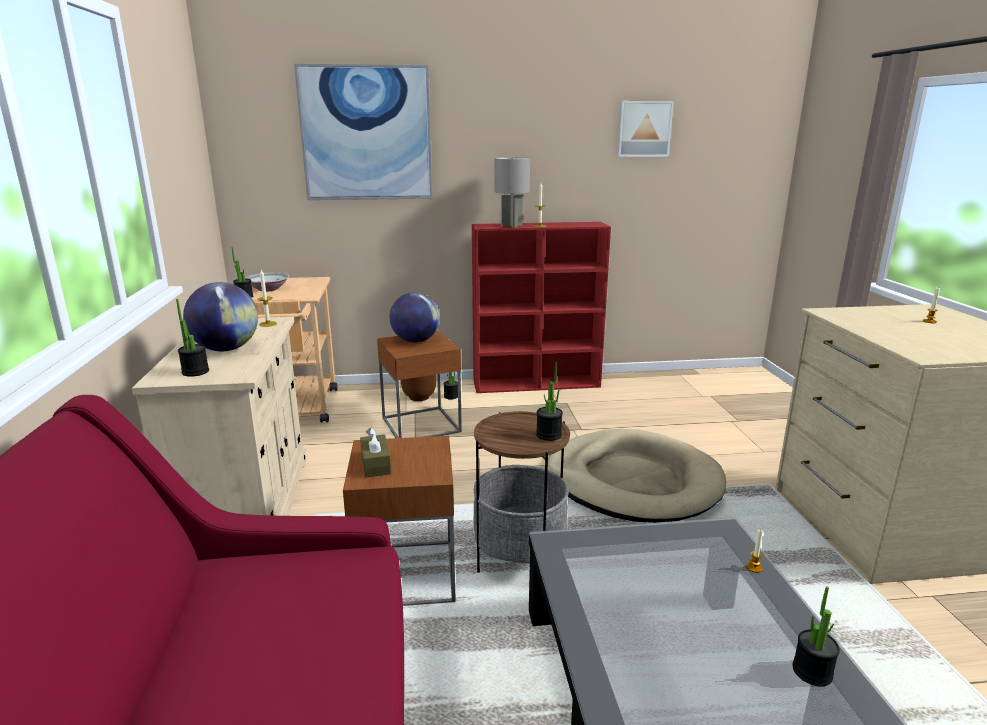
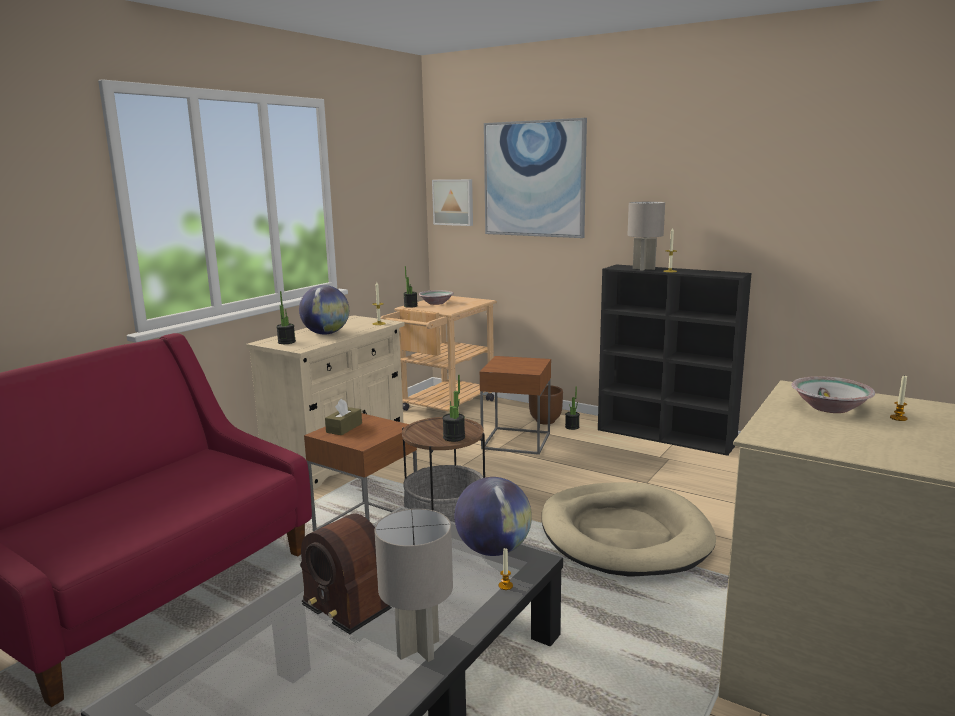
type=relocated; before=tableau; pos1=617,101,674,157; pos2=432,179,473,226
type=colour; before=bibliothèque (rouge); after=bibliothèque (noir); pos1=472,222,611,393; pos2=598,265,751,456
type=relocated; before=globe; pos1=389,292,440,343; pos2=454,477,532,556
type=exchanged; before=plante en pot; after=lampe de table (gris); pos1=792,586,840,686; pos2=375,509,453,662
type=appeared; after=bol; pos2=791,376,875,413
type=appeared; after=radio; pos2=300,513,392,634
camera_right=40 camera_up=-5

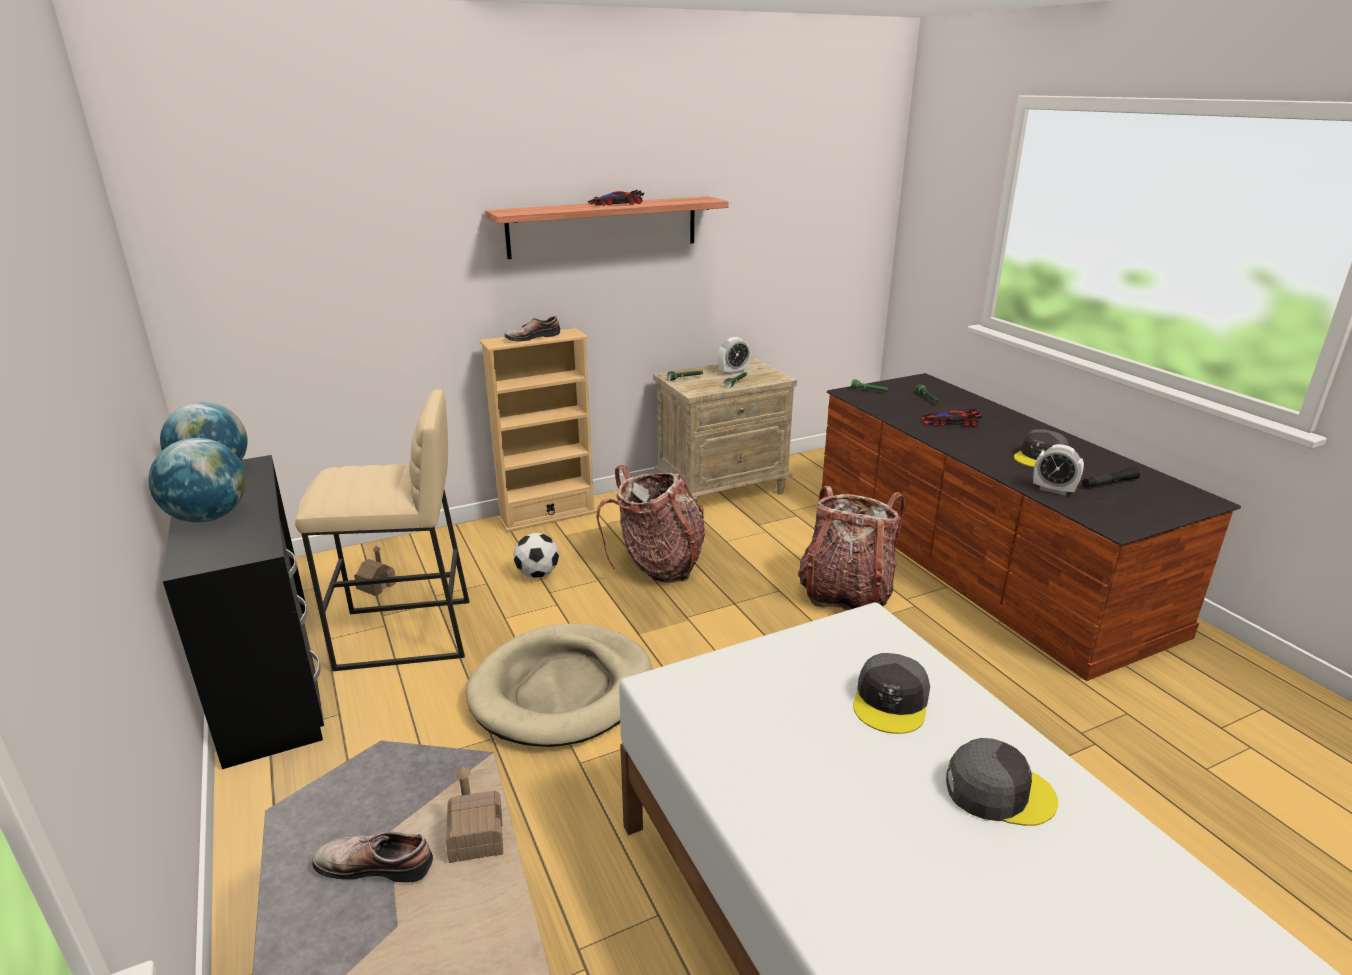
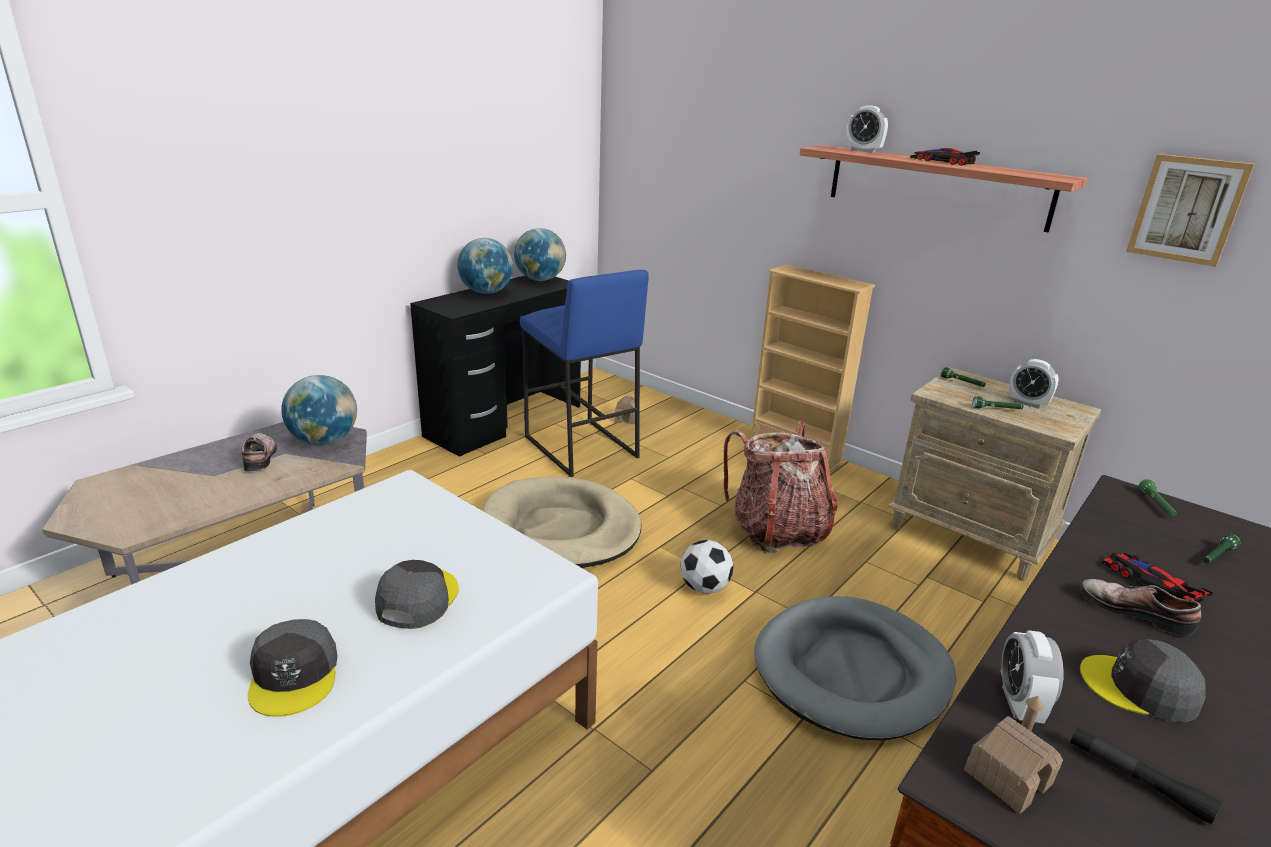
type=relocated; before=chaussure; pos1=505,316,560,342; pos2=1080,579,1201,636
type=colour; before=tabouret (beige); after=tabouret (bleu); pos1=295,390,470,671; pos2=520,270,649,477
type=exchanged; before=sac à dos; after=panier pour chien (gris); pos1=798,486,905,610; pos2=754,596,956,740
type=relocated; before=ballon de foot; pos1=514,533,559,578; pos2=680,540,734,594
type=spun; before=casquette (gris); pos1=853,653,930,734; pos2=375,560,459,629; turn=105
type=relocated; before=maison miniature; pos1=446,767,503,863; pos2=964,696,1063,814
type=appeared; after=réveil; pos2=846,106,888,153
type=appeared; after=tableau; pos2=1126,154,1254,267
type=appeared; after=globe; pos2=281,375,357,445
camera_right=65 camera_up=0

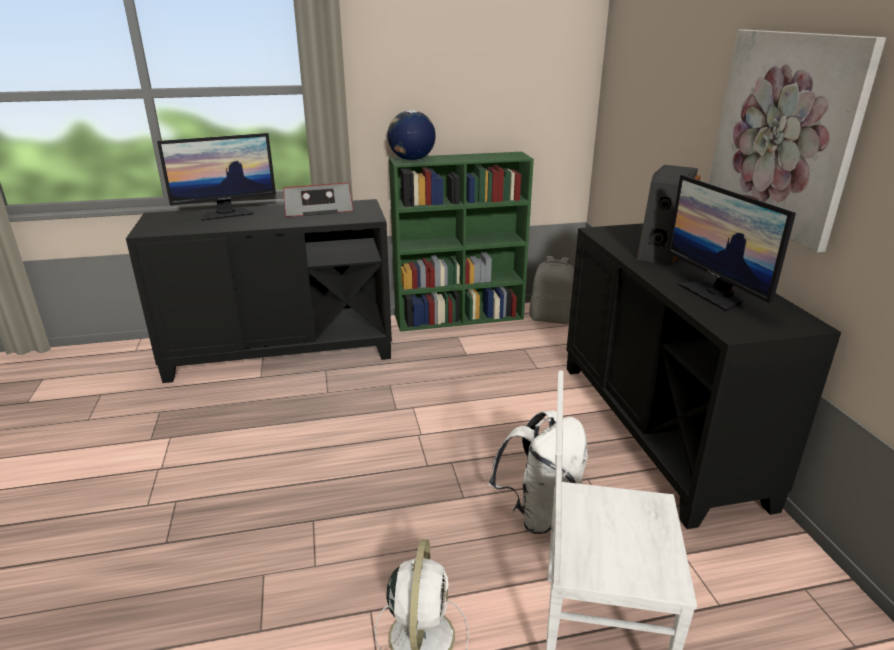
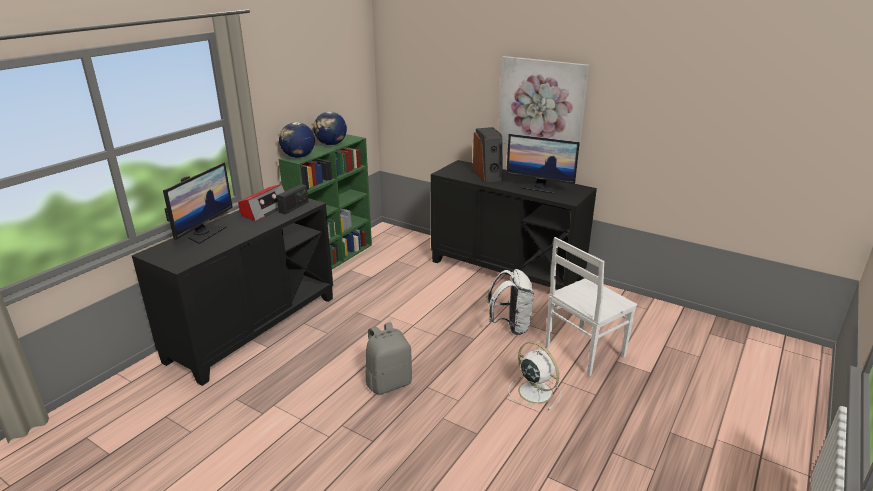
type=relocated; before=sac à dos (gris); pos1=529,256,574,324; pos2=366,322,412,395
type=appeared; after=globe; pos2=313,112,347,145
type=appeared; after=radio; pos2=277,184,309,214
camera_right=-45 camera_up=0

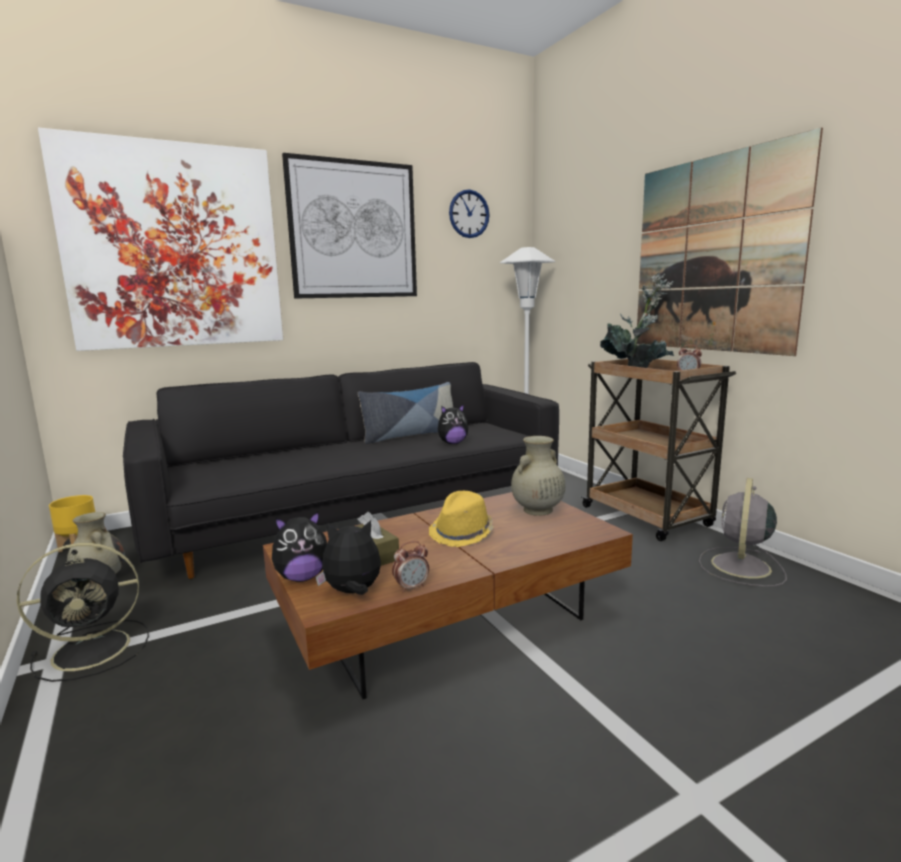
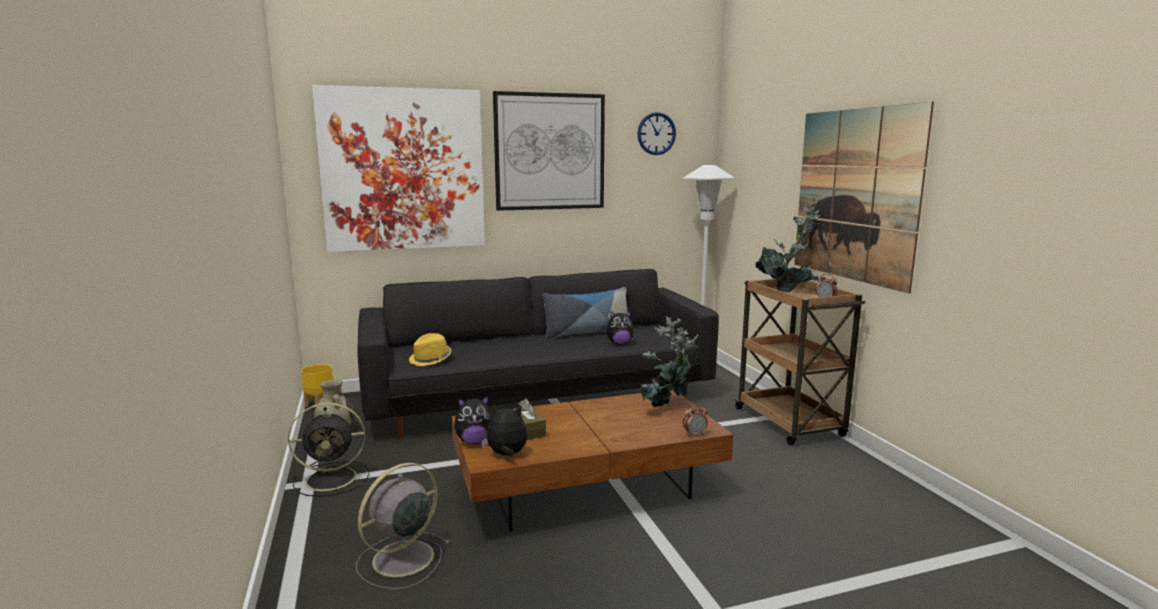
type=exchanged; before=vase (beige); after=plante en pot; pos1=511,436,566,516; pos2=641,316,698,407
type=relocated; before=ventilateur (gris); pos1=699,478,787,586; pos2=356,463,451,590
type=relocated; before=chapeau (jaune); pos1=429,491,494,547; pos2=409,333,451,366
type=relocated; before=réveil; pos1=392,541,429,593; pos2=683,404,708,437
camera_right=10 camera_up=0

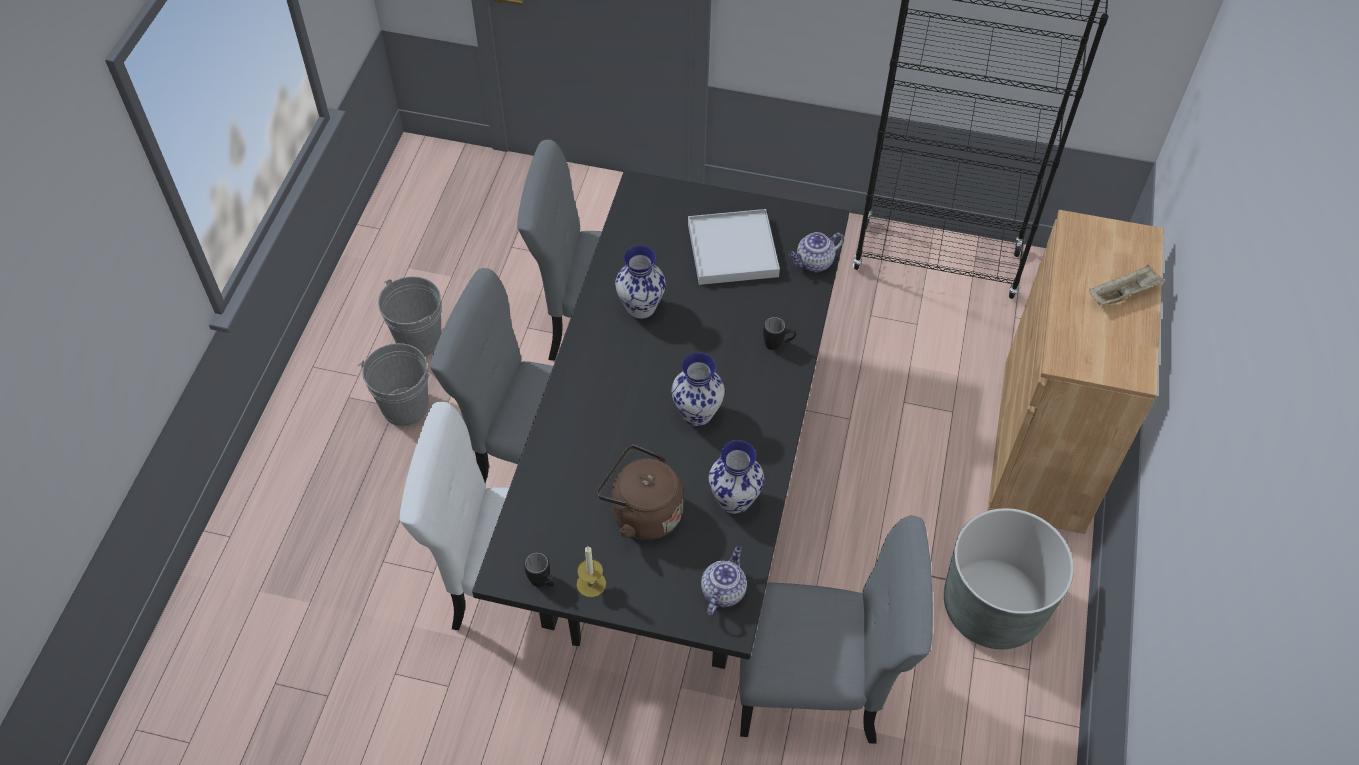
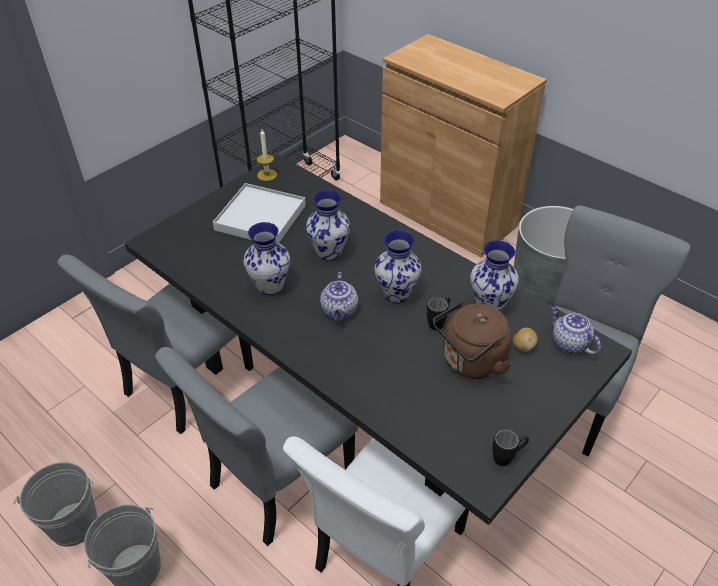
type=relocated; before=théière; pos1=789,232,844,272; pos2=320,272,358,322
type=missing; before=plateau (beige); pos1=1089,264,1166,305
type=relocated; before=mug (noir); pos1=763,317,796,350; pos2=427,297,450,330
type=relocated; before=bougie; pos1=577,546,606,598; pos2=257,130,277,181
type=appeared; after=vase; pos2=306,190,350,261
type=appeared; after=pomme de terre; pos2=513,328,538,352
camera_right=-60 camera_up=-10

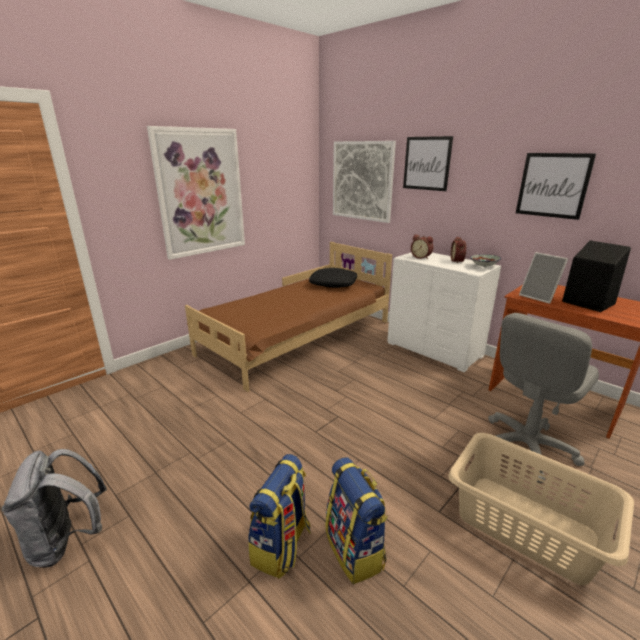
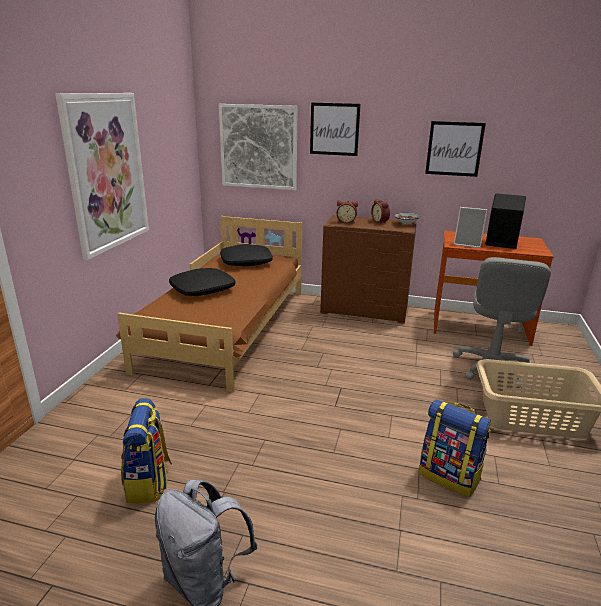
type=colour; before=commode (blanc); after=commode (marron); pos1=387,252,501,372; pos2=320,215,417,324
type=relocated; before=sac à dos; pos1=248,454,311,579; pos2=121,398,172,503
type=appeared; after=coussin (noir); pos2=169,268,236,296
camera_right=-30 camera_up=0

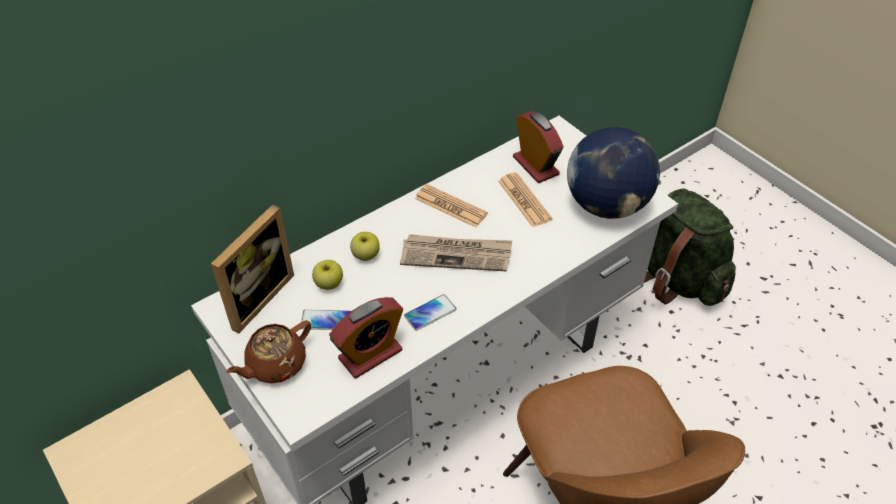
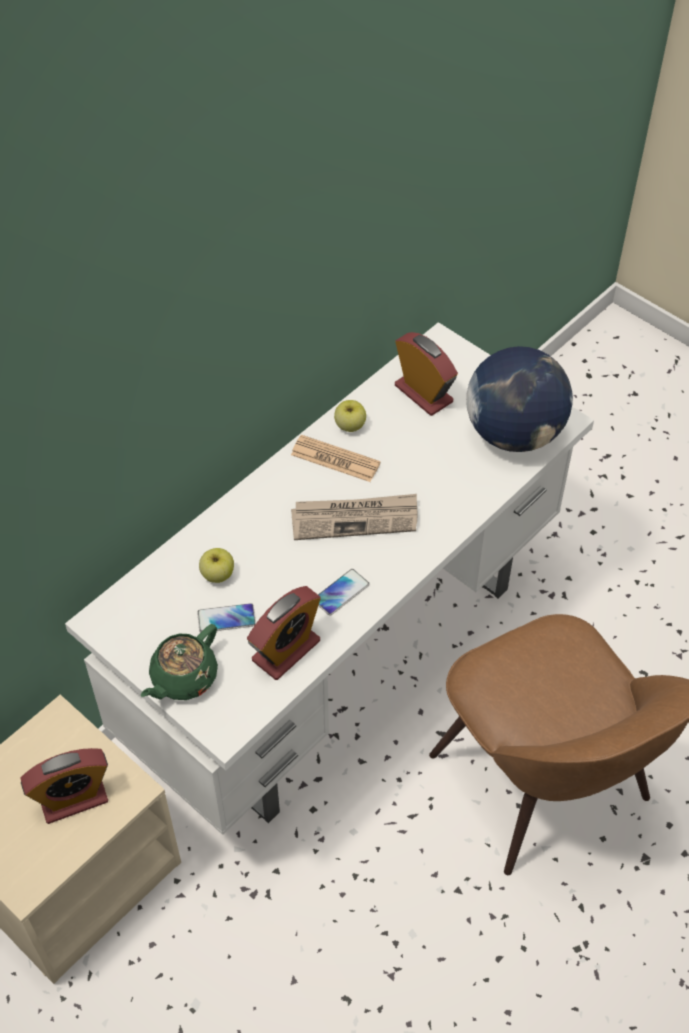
type=missing; before=journal; pos1=498,172,552,227
type=missing; before=sac à dos (vert); pos1=644,188,736,306
type=missing; before=cadre photo; pos1=211,204,294,334
type=relocated; before=pomme; pos1=350,232,380,261; pos2=334,400,366,432
type=colour; before=théière (marron); after=théière (vert); pos1=226,320,311,383; pos2=141,624,218,700
type=appeared; after=réveil; pos2=20,748,108,824
camera_right=-10 camera_up=5

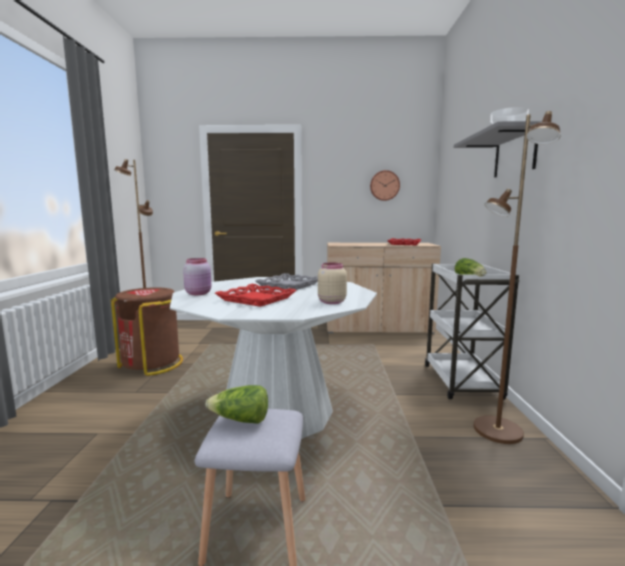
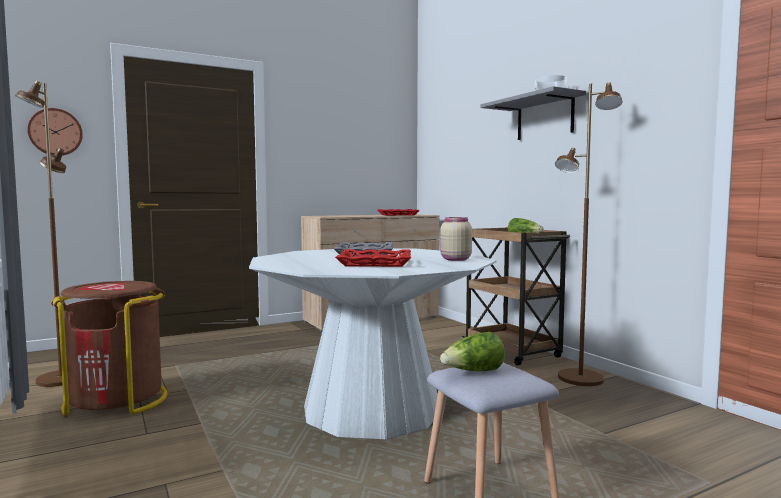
type=relocated; before=horloge murale; pos1=370,170,400,201; pos2=27,108,83,156
type=missing; before=bocal (rose); pos1=183,258,211,295
type=colour; before=chariot (blanc); after=chariot (marron); pos1=425,263,519,400; pos2=462,227,570,366
camera_right=-30 camera_up=-5

